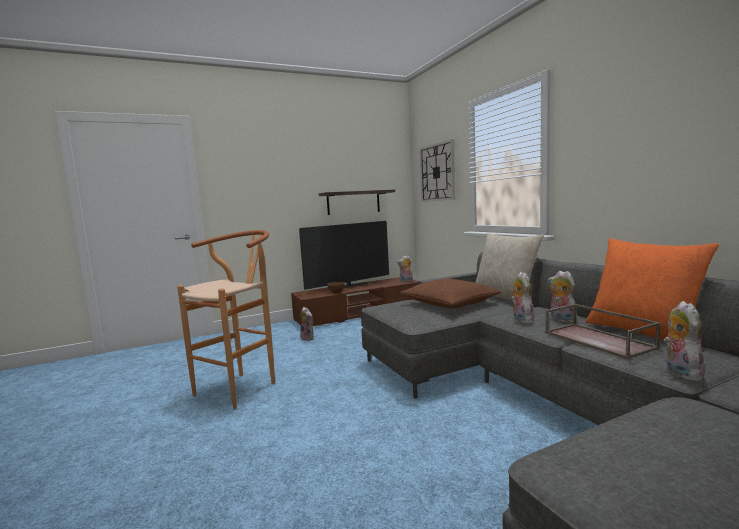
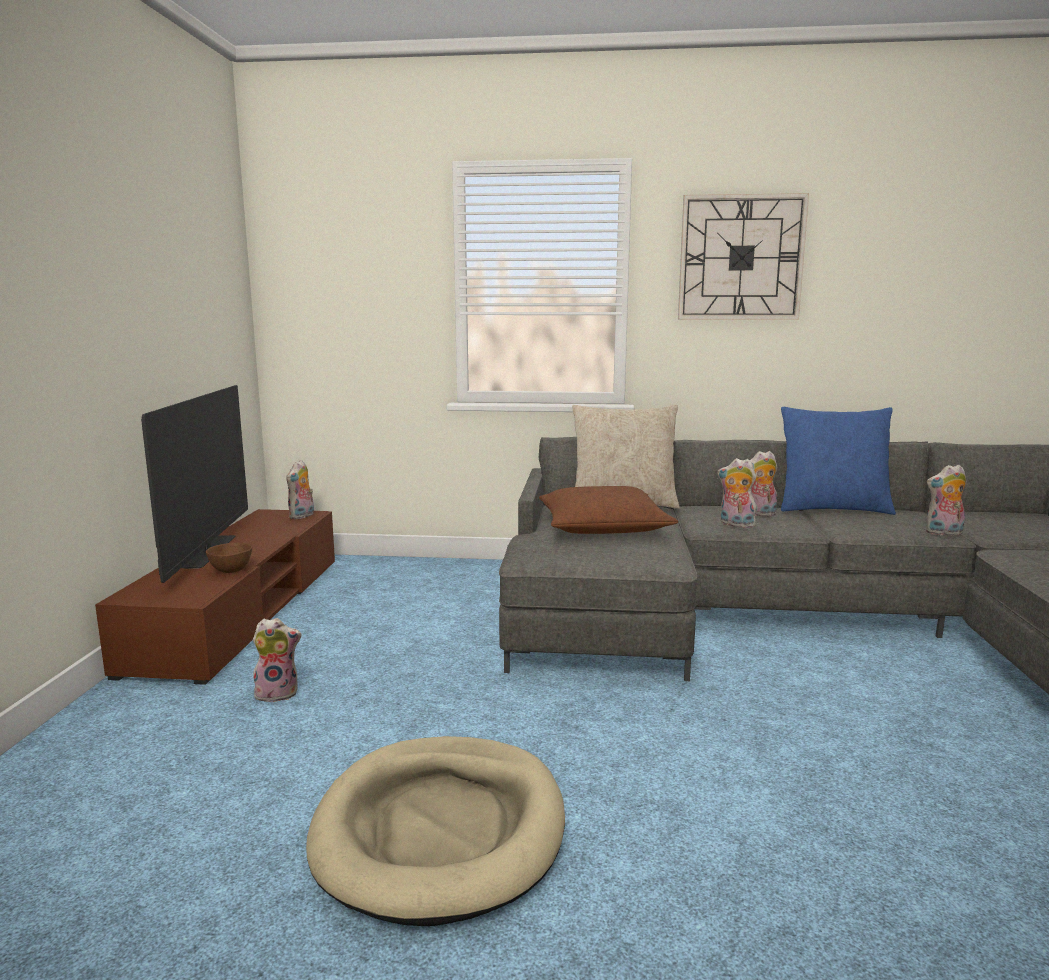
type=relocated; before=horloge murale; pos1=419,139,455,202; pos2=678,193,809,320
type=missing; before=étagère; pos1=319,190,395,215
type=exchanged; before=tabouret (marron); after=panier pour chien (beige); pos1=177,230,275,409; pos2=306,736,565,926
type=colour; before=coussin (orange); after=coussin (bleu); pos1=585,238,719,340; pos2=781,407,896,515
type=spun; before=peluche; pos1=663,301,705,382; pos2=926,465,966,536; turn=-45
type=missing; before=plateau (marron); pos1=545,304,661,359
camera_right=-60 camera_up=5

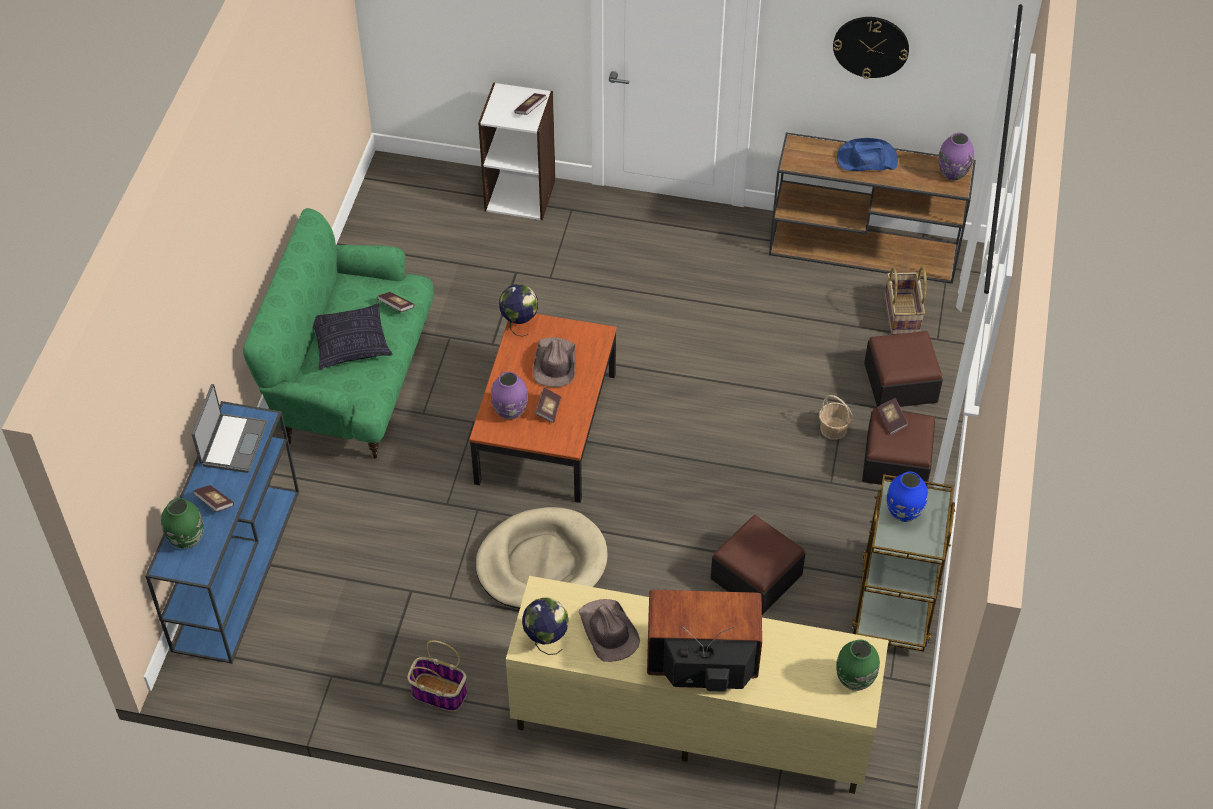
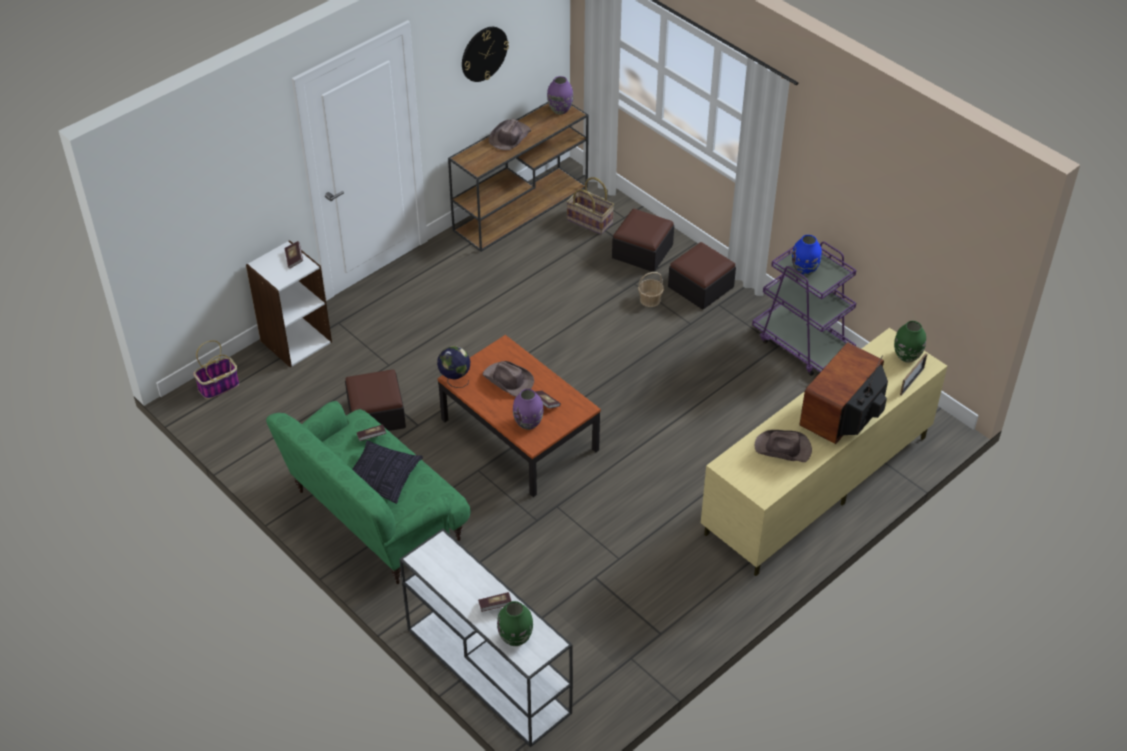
type=colour; before=chapeau (bleu); after=chapeau (marron); pos1=837,138,898,171; pos2=489,119,531,150
type=missing; before=ordinateur portable; pos1=192,384,267,473
type=missing; before=livre; pos1=877,398,908,435
type=colour; before=table console (bleu); after=table console (blanc); pos1=145,401,299,664; pos2=400,529,573,747
type=colour; before=chariot (marron); after=chariot (violet); pos1=852,474,955,652; pos2=752,242,856,376
type=missing; before=panier pour chien (beige); pos1=476,507,608,609
type=relocated; before=pouf; pos1=711,515,805,615; pos2=345,369,406,431
type=missing; before=globe; pos1=522,597,569,655
type=relocated; before=panier; pos1=408,641,467,711; pos2=193,340,239,399
type=appeared; after=cadre photo; pos2=900,353,927,396
camera_right=-55 camera_up=-5

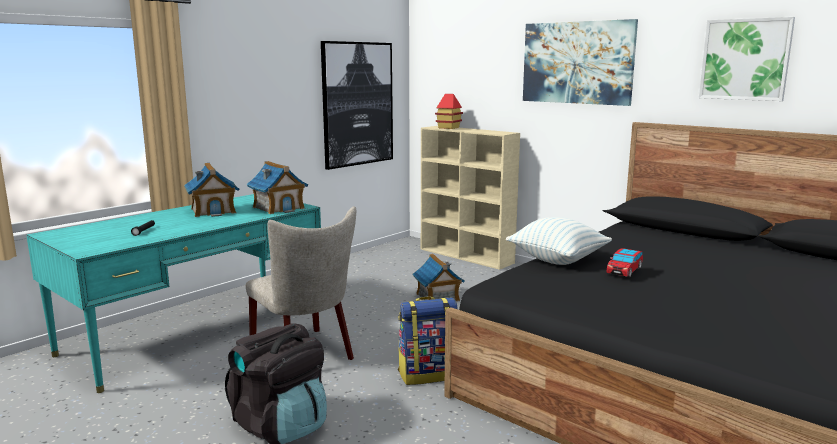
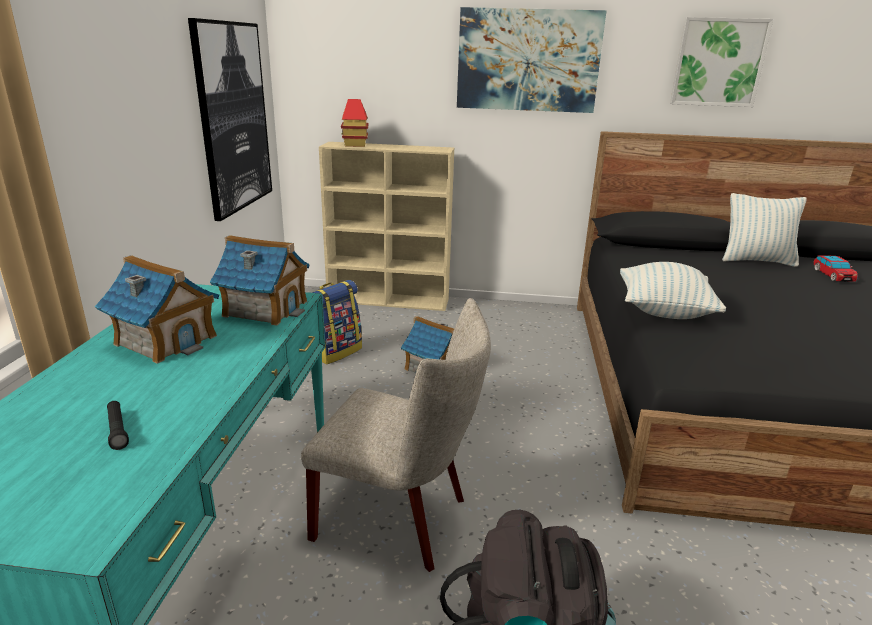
type=relocated; before=petite voiture; pos1=606,248,643,277; pos2=813,255,858,282
type=relocated; before=sac à dos; pos1=398,296,457,385; pos2=312,280,362,364
type=appeared; after=coussin; pos2=722,193,807,267
camera_right=-35 camera_up=10

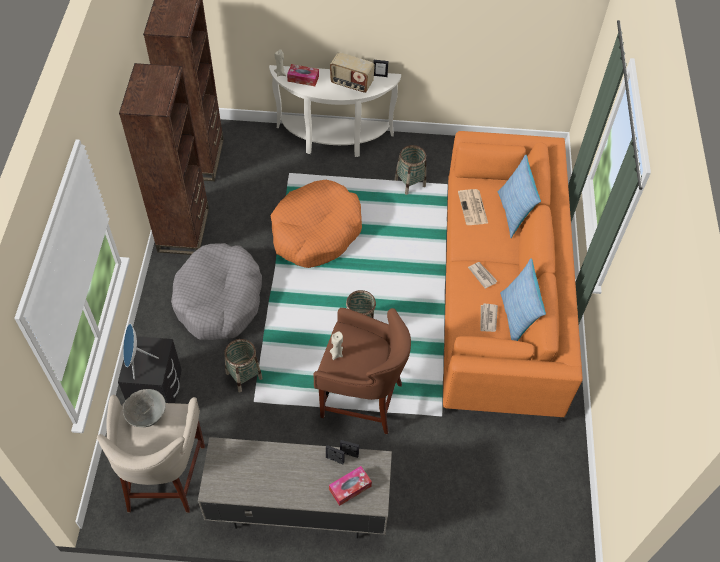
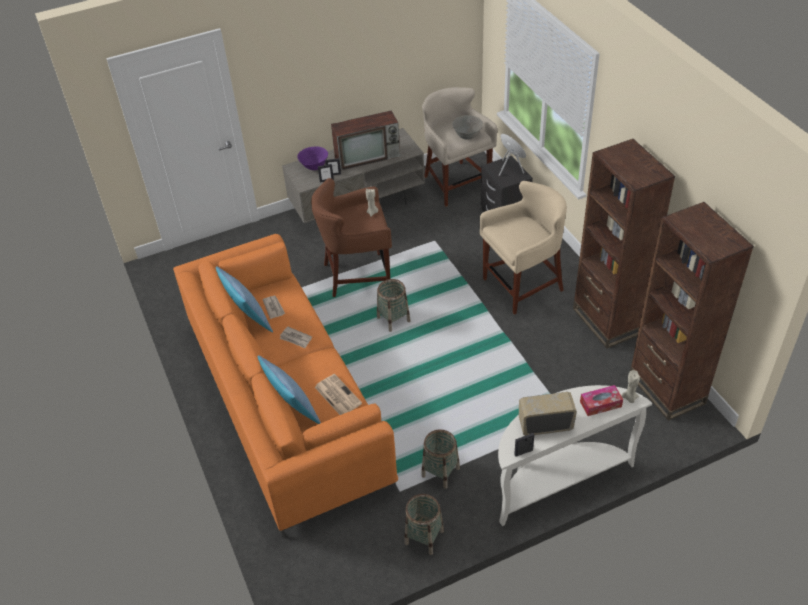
type=missing; before=panier pour chien (orange); pos1=271,180,362,268
type=exchanged; before=panier pour chien (gris); after=tabouret (beige); pos1=171,243,262,340; pos2=480,181,567,315
type=relocated; before=panier; pos1=224,339,263,393; pos2=404,494,444,555
type=exchanged; before=boîte à mouchoirs; after=bol (violet); pos1=329,466,372,506; pos2=297,146,328,170
type=appeared; after=téléviseur; pos2=331,111,400,171
camera_right=155 camera_up=-10

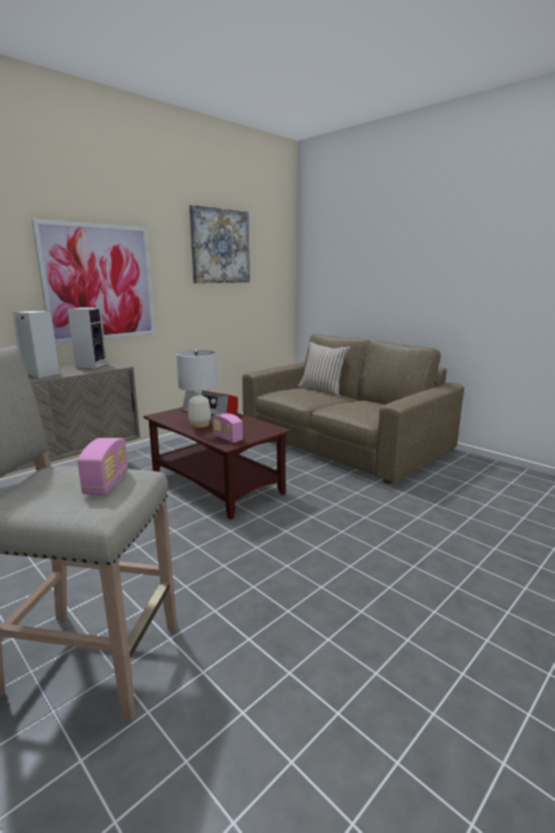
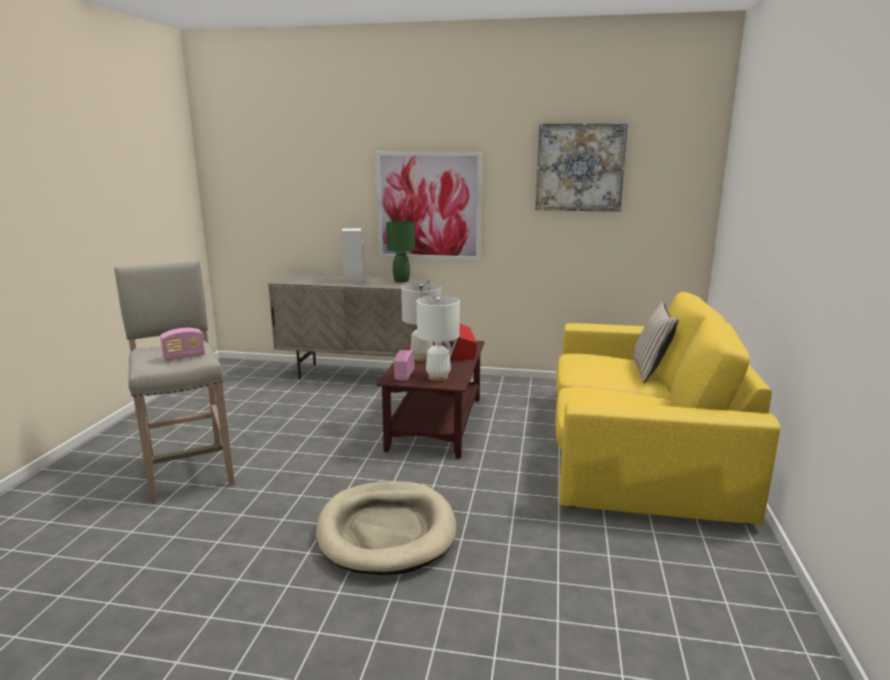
type=exchanged; before=enceinte; after=lampe de table (vert); pos1=68,307,107,368; pos2=386,221,415,283
type=colour; before=canapé (marron); after=canapé (jaune); pos1=242,334,464,483; pos2=556,292,780,525
type=appeared; after=lampe de table (blanc); pos2=417,295,460,381
type=appeared; after=panier pour chien (beige); pos2=316,481,456,575
camera_right=55 camera_up=0

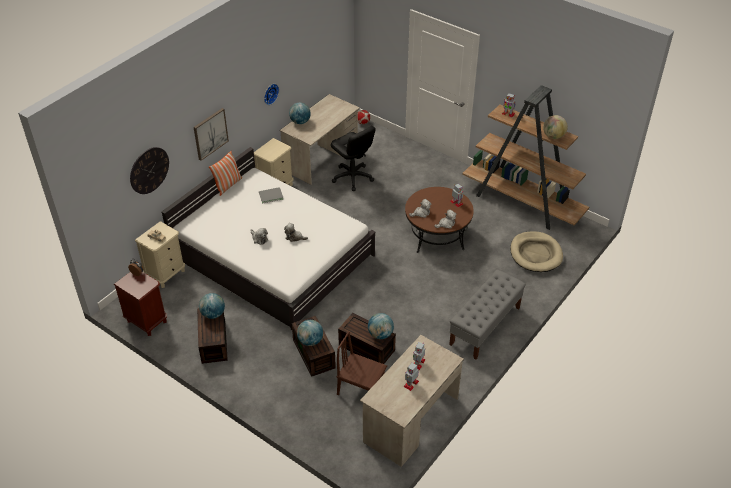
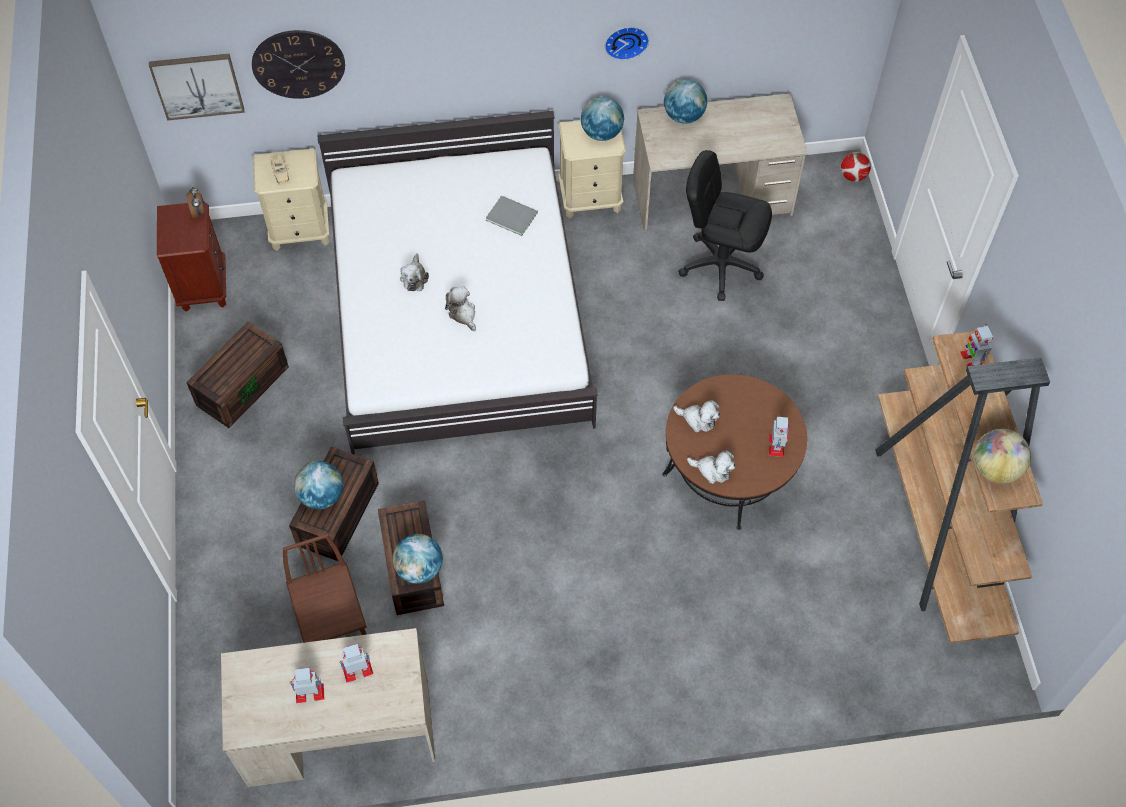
type=relocated; before=tableau; pos1=194,108,229,161; pos2=149,54,244,121
type=spun; before=chaise de bureau (noir); pos1=331,126,376,191; pos2=678,150,772,301; turn=105
type=missing; before=coussin; pos1=209,151,242,196
type=missing; before=panier pour chien (beige); pos1=510,231,563,272
type=missing; before=banc (gris); pos1=449,270,526,360
type=relocated; before=globe; pos1=199,293,225,319; pos2=581,97,624,141
camera_right=45 camera_up=15

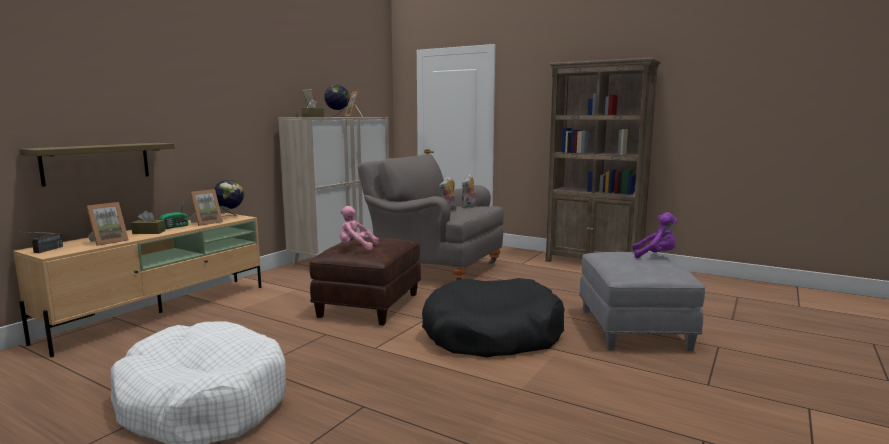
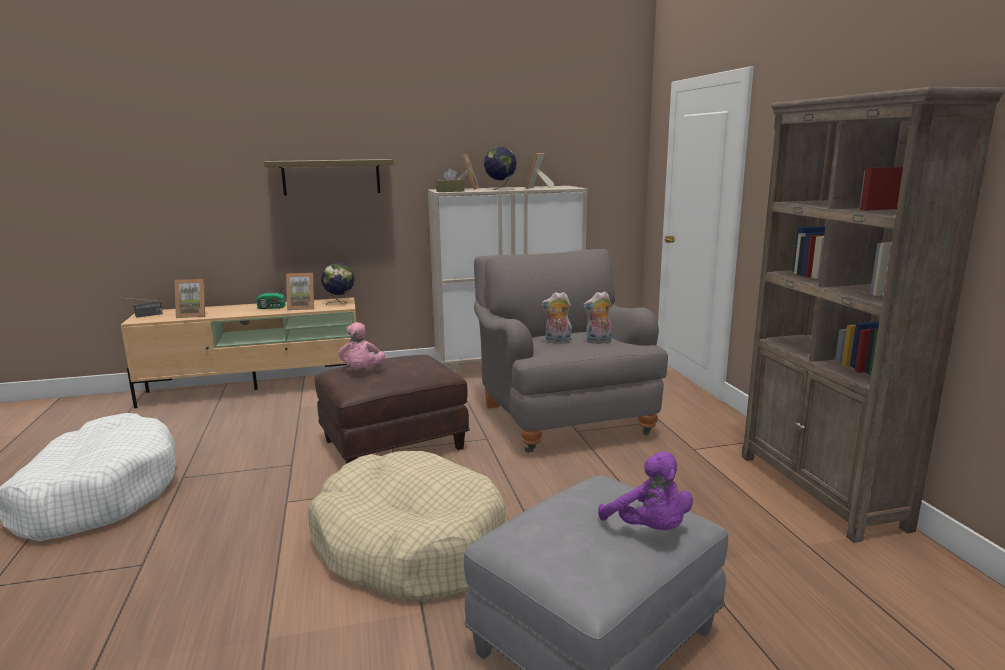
type=relocated; before=étagère; pos1=19,143,175,187; pos2=264,159,393,196
type=spun; before=peluche (rose); pos1=340,206,379,250; pos2=338,322,385,368; turn=-150
type=missing; before=boîte à mouchoirs (marron); pos1=131,211,165,234
type=colour; before=panier pour chien (noir); after=panier pour chien (beige); pos1=422,278,565,358; pos2=308,451,505,603
camera_right=45 camera_up=5

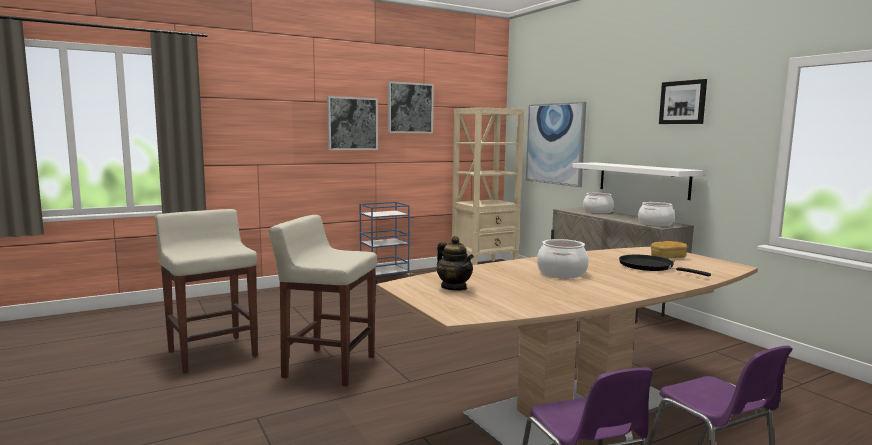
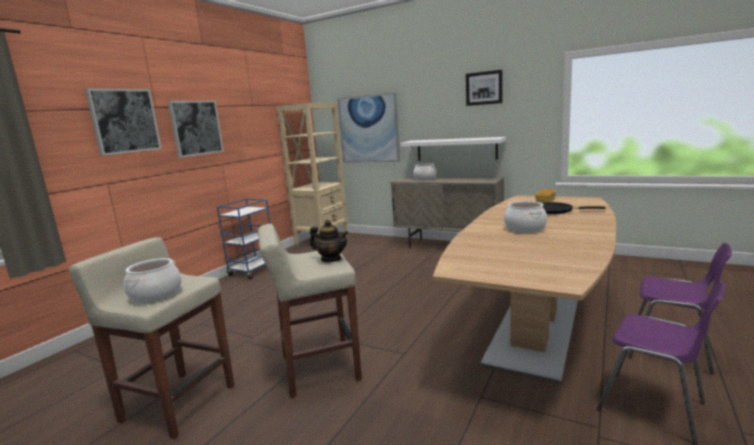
type=relocated; before=tableau; pos1=388,81,434,133; pos2=85,88,162,156
type=relocated; before=marmite; pos1=638,202,675,227; pos2=124,258,182,303
type=relocated; before=théière; pos1=437,236,474,291; pos2=310,220,349,262
camera_right=-30 camera_up=5

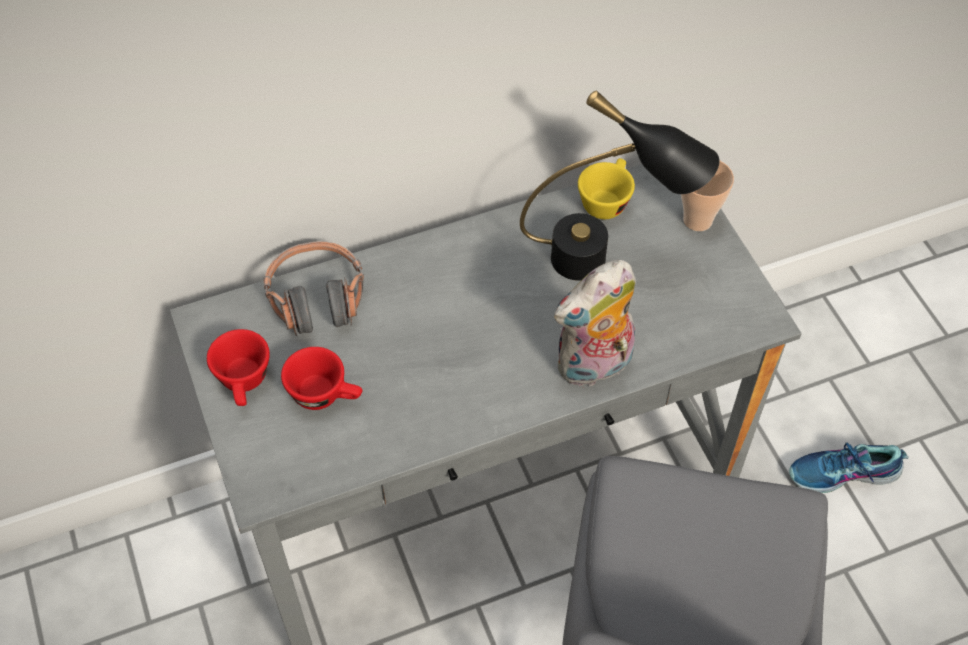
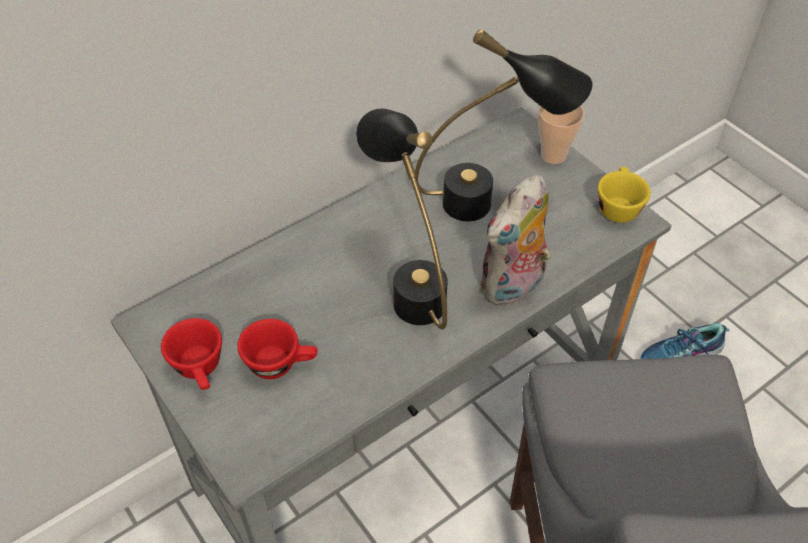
type=relocated; before=tasse (jaune); pos1=578,158,635,219; pos2=598,167,651,223
type=missing; before=casque audio; pos1=264,241,364,336
type=appeared; after=lampe de table (noir); pos2=356,109,448,329
camera_right=-15 camera_up=-5

